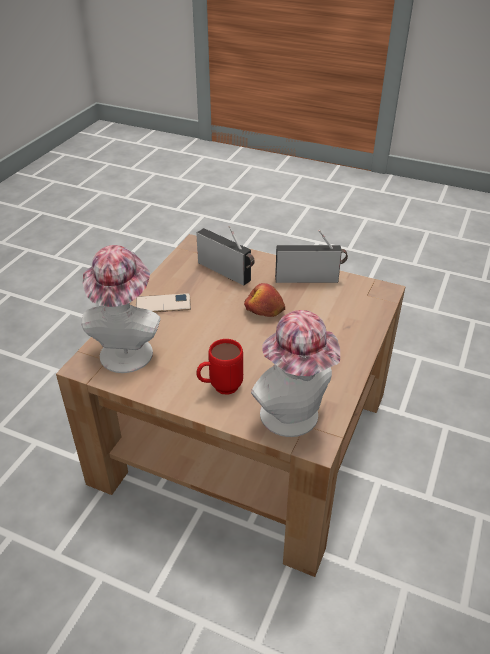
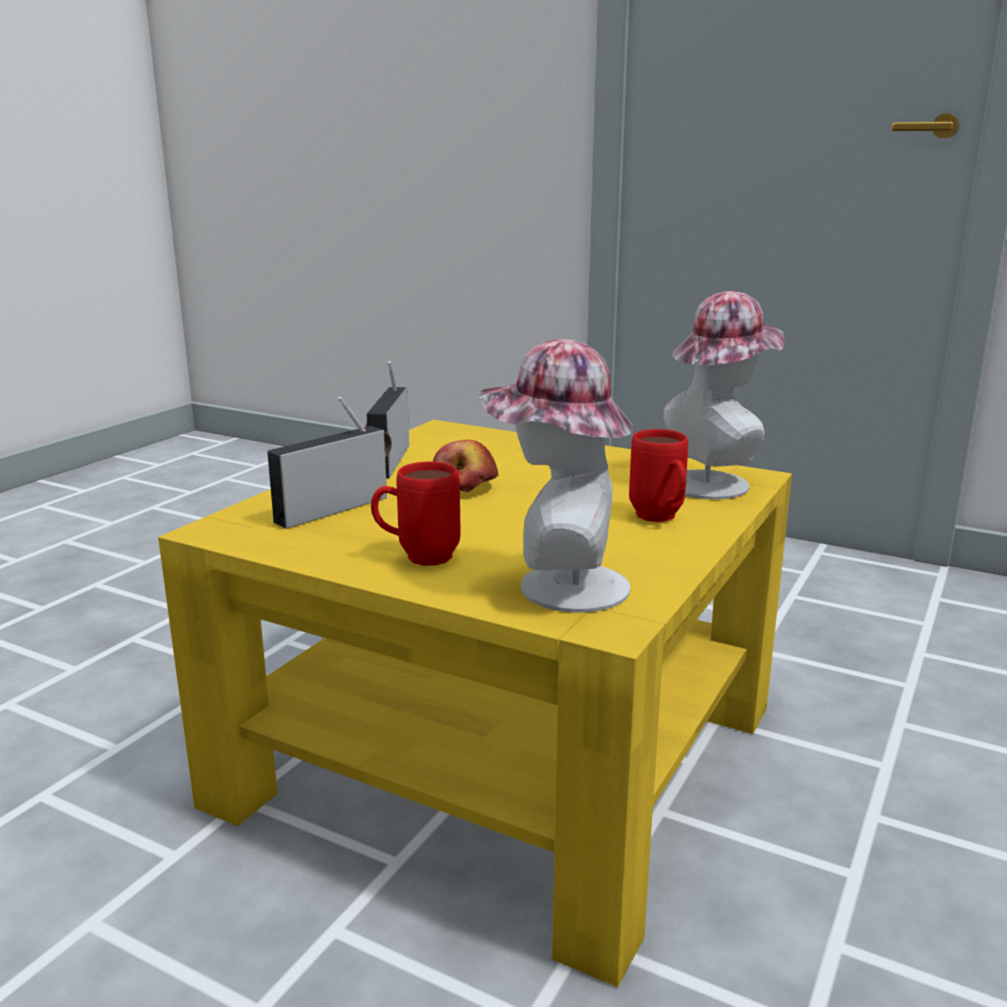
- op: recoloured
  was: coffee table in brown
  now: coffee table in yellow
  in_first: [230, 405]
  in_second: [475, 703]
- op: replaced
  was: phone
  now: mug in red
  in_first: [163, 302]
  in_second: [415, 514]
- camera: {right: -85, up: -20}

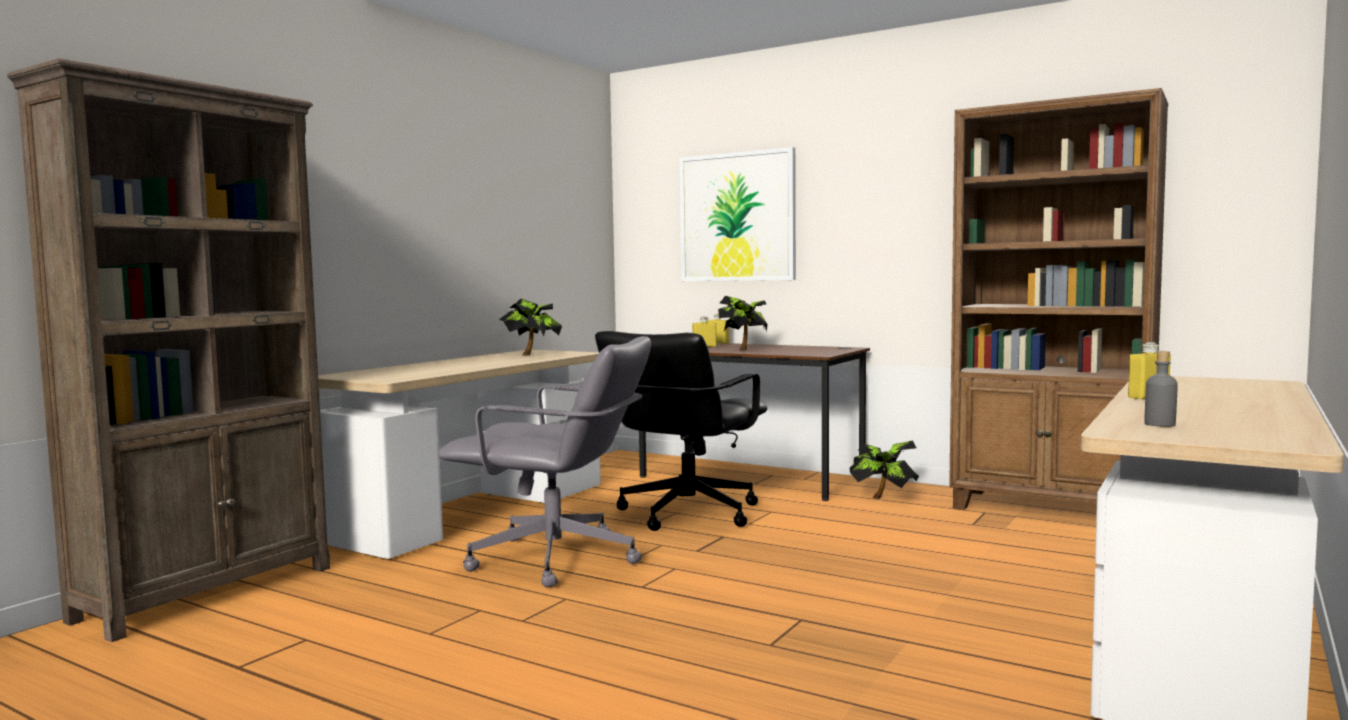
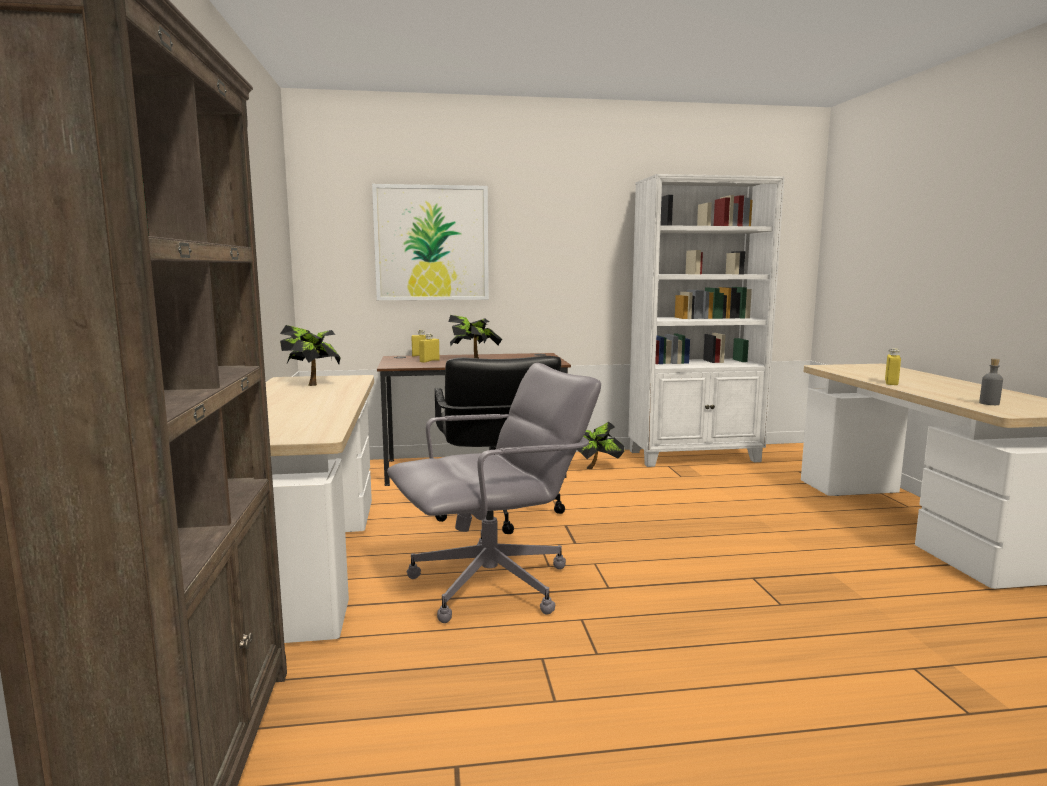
- op: recoloured
  was: bookcase in brown
  now: bookcase in white
  in_first: [1058, 299]
  in_second: [706, 320]
- camera: {right: -40, up: 5}

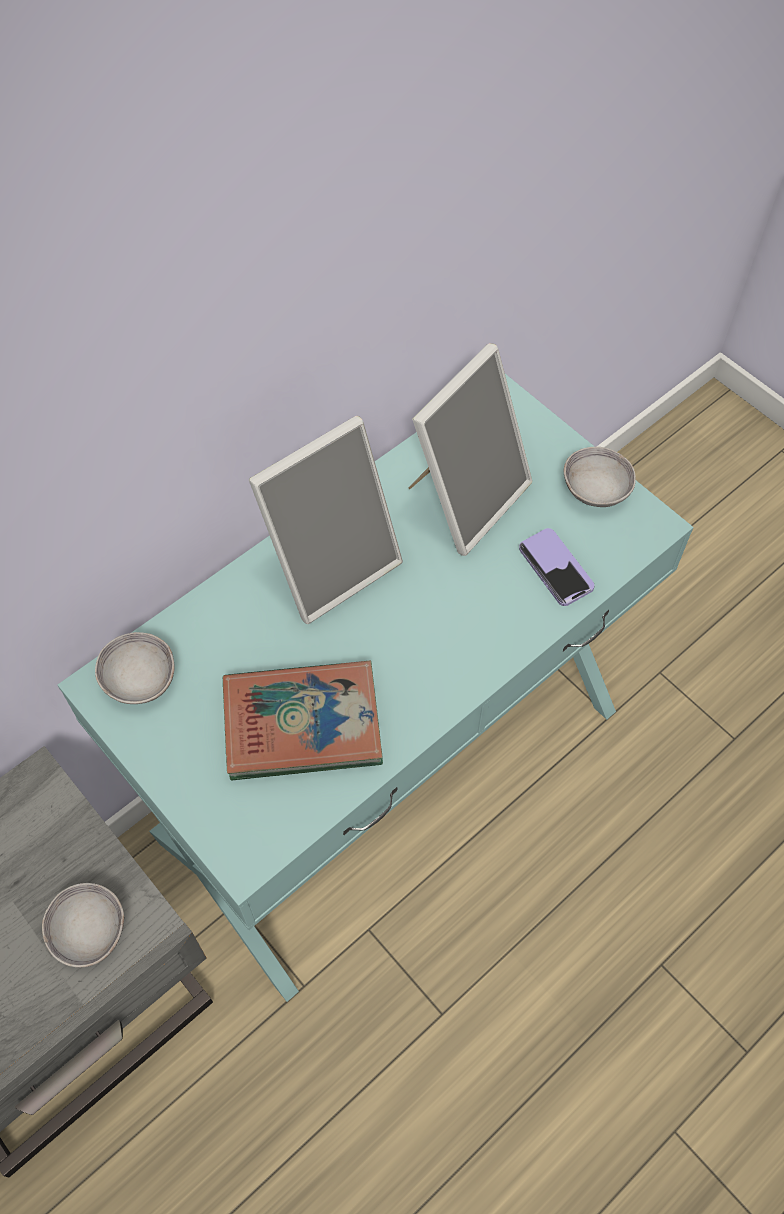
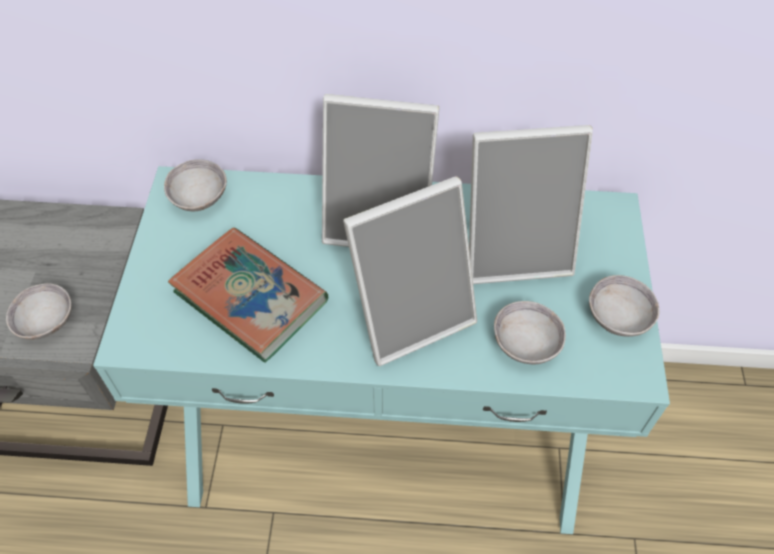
- op: replaced
  was: phone
  now: bowl in grey
  in_first: [556, 567]
  in_second: [530, 332]
- op: added
  now: picture frame
  in_second: [410, 271]
- camera: {right: 45, up: -5}

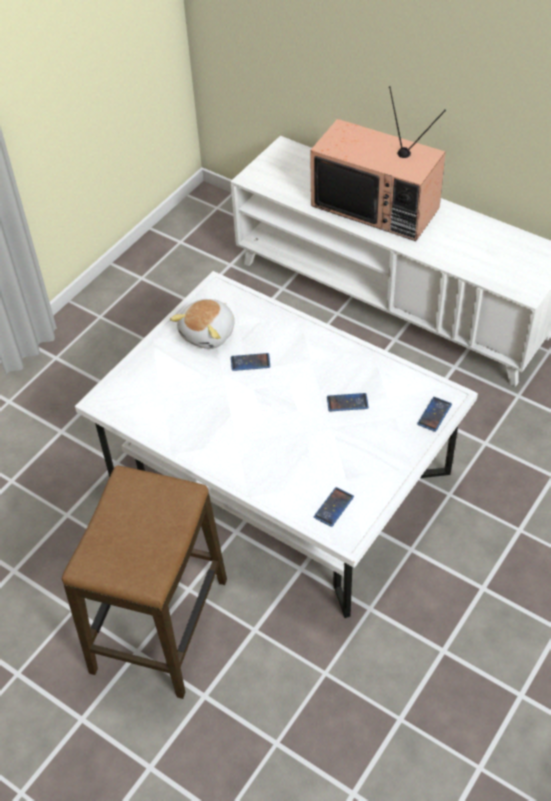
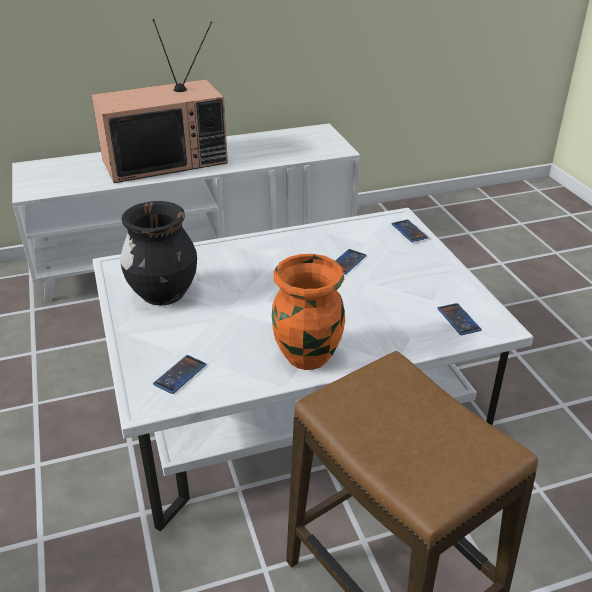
- op: replaced
  was: plush toy
  now: vase in black
  in_first: [202, 324]
  in_second: [158, 253]
- op: moved
  was: phone
  in_first: [250, 362]
  in_second: [179, 374]
- op: added
  now: vase in orange
  in_second: [308, 312]
- camera: {right: -55, up: -15}

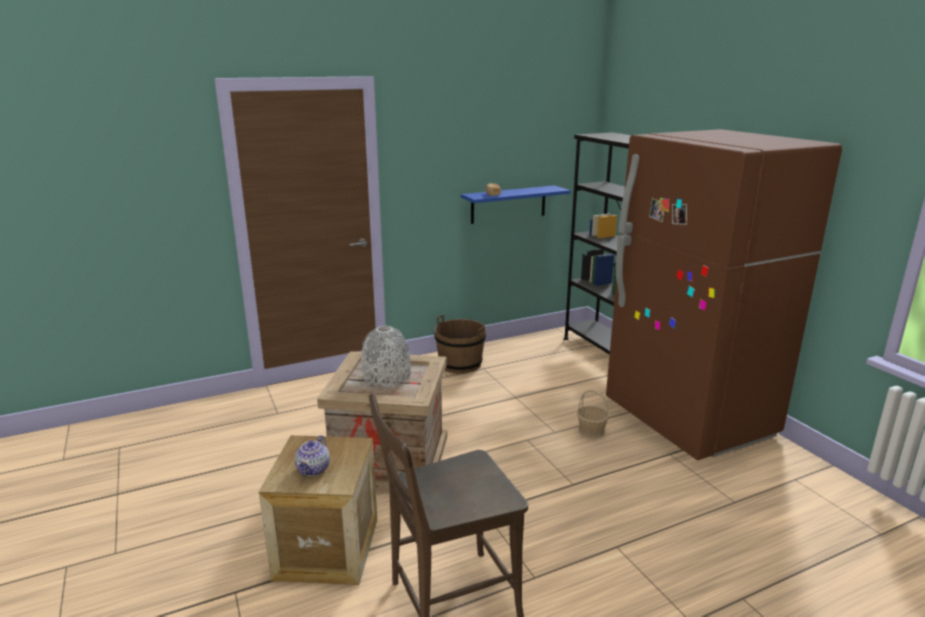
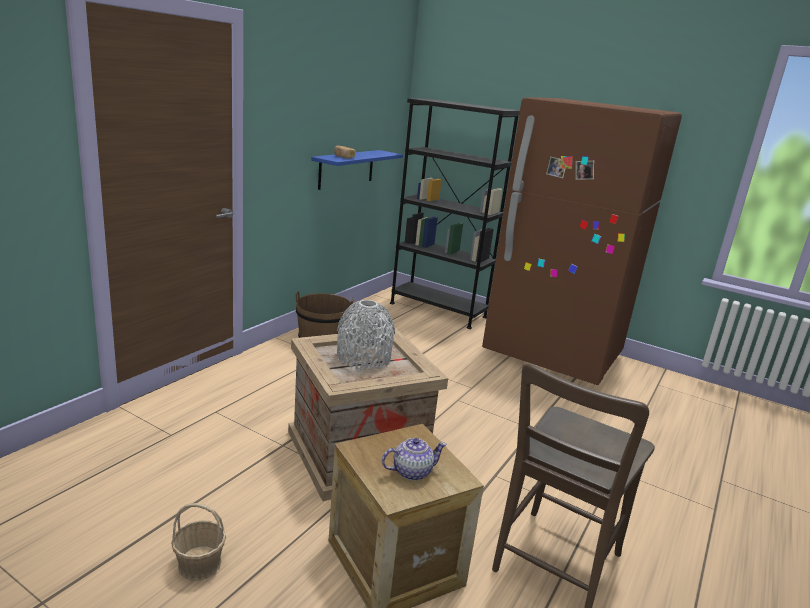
- op: turned
  was: teapot
  in_first: [312, 455]
  in_second: [414, 459]
  clockwise: -90
- op: moved
  was: basket
  in_first: [593, 414]
  in_second: [198, 542]
- camera: {right: -35, up: 0}

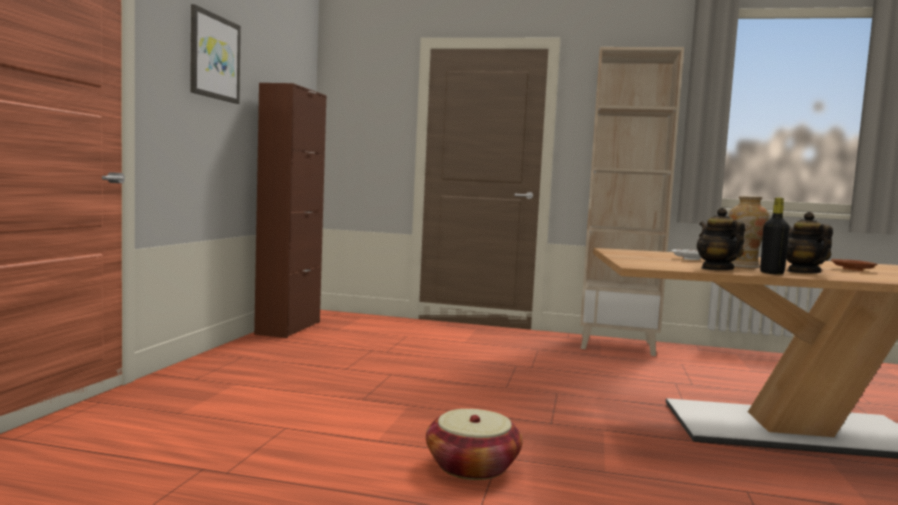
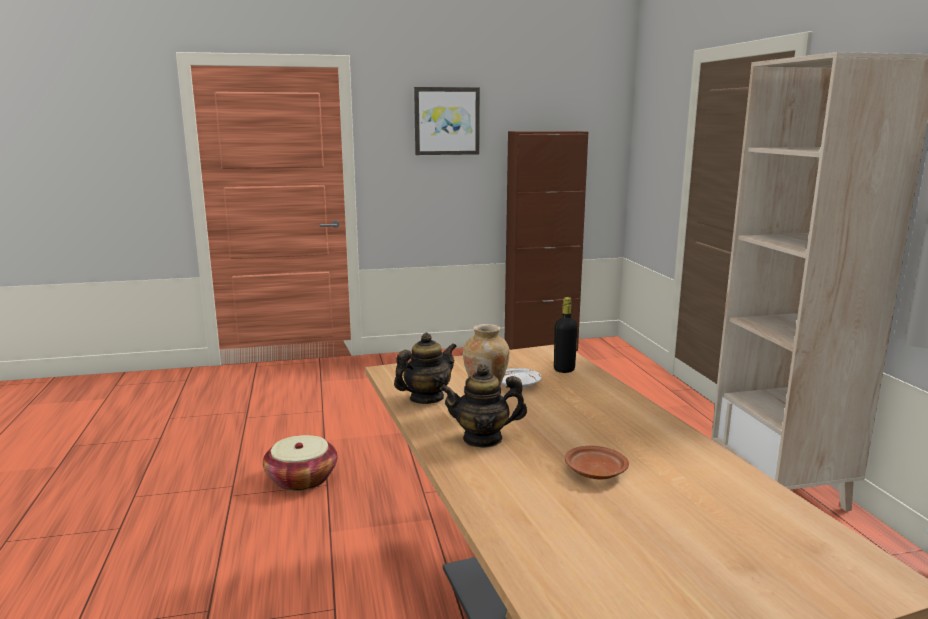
- op: moved
  was: bottle in black
  in_first: [775, 236]
  in_second: [566, 335]
- op: turned
  was: teapot
  in_first: [809, 242]
  in_second: [483, 406]
  clockwise: -150
- camera: {right: 65, up: 10}

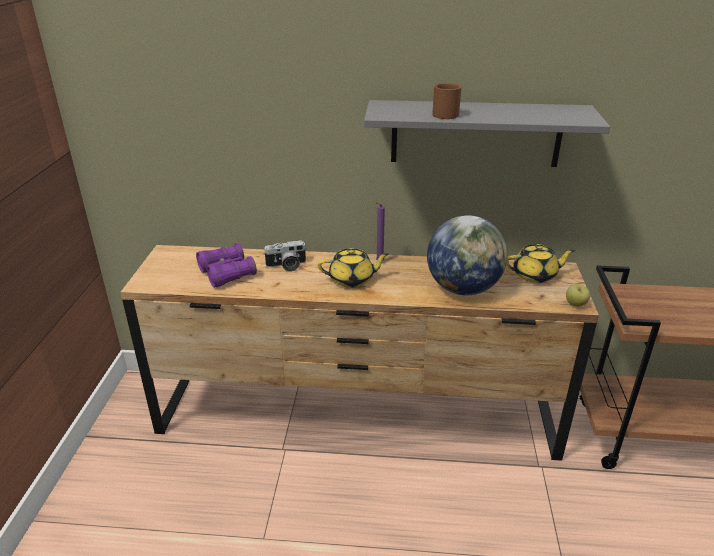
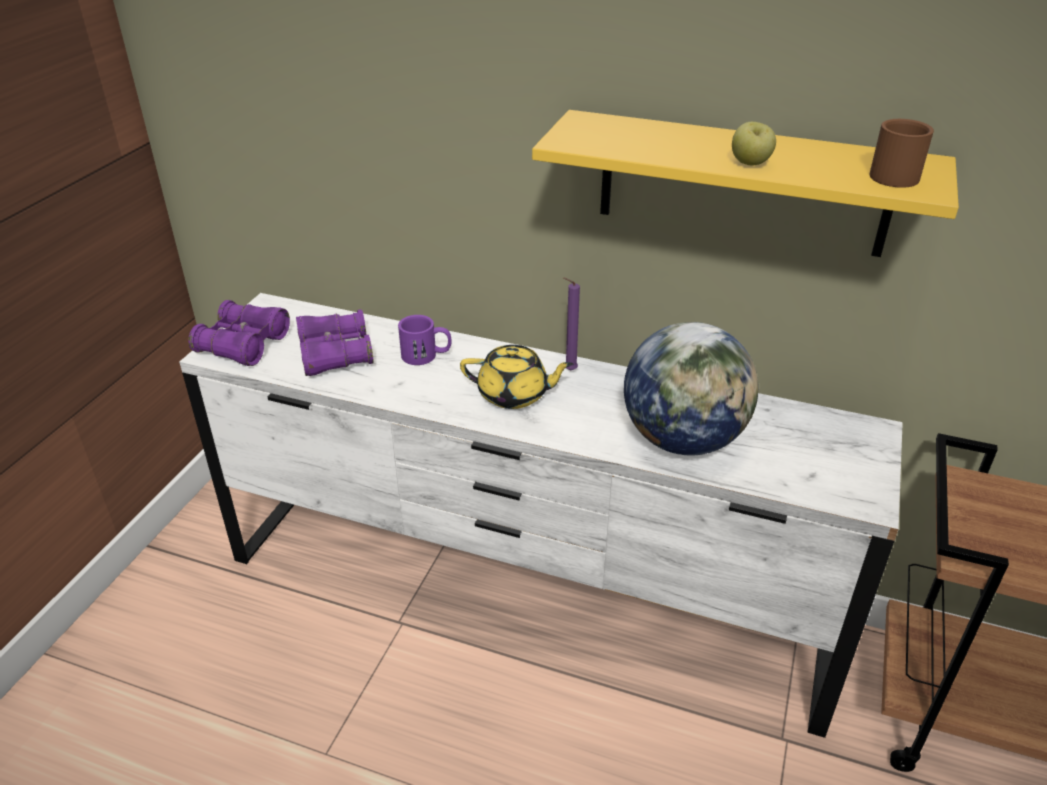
- op: recoloured
  was: dresser in brown
  now: dresser in white
  in_first: [360, 353]
  in_second: [541, 515]
- op: replaced
  was: photo camera
  now: mug in purple
  in_first: [285, 256]
  in_second: [425, 340]
- op: recoloured
  was: shelf in grey
  now: shelf in yellow
  in_first: [487, 133]
  in_second: [745, 183]
- op: moved
  was: mug in brown
  in_first: [447, 101]
  in_second: [901, 153]
- op: removed
  was: teapot in yellow
  in_first: [540, 263]
- op: moved
  was: apple
  in_first: [578, 295]
  in_second: [754, 143]
- op: added
  now: binoculars in purple
  in_second: [239, 333]
- camera: {right: 15, up: 5}

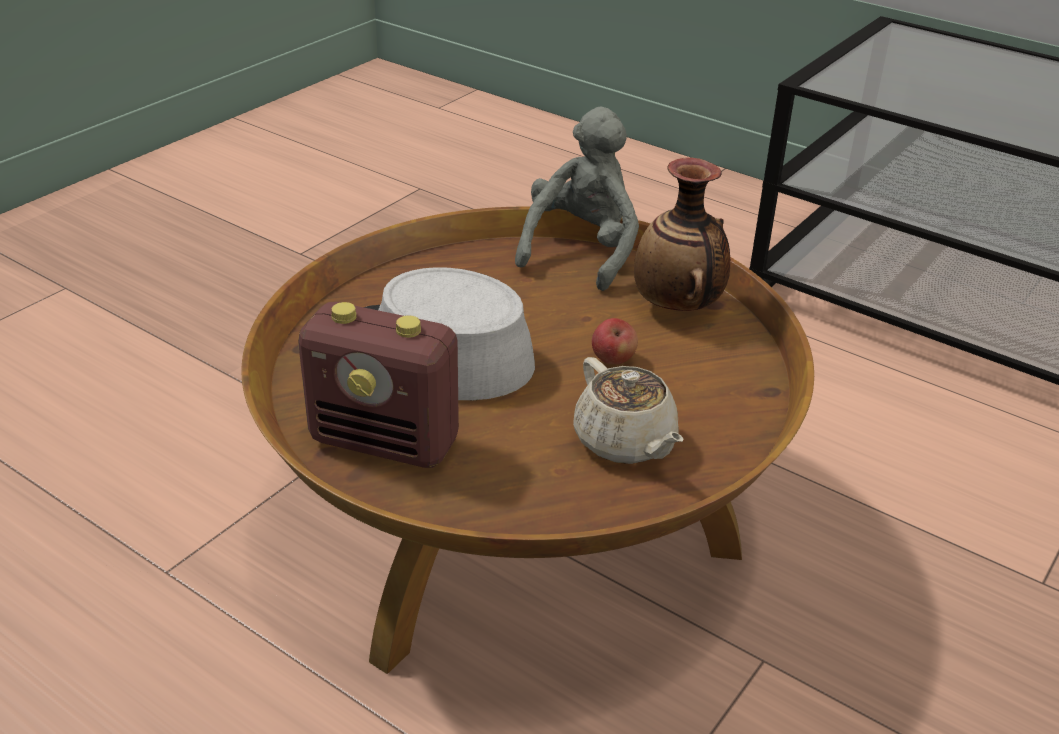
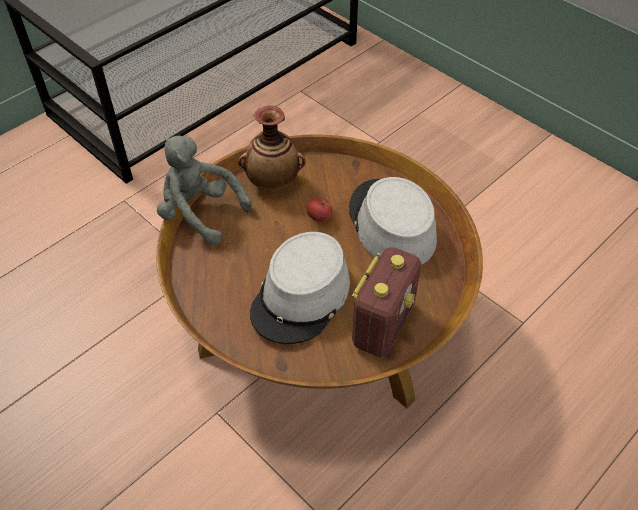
- op: replaced
  was: teapot in beige
  now: hat in grey
  in_first: [628, 410]
  in_second: [393, 221]
- camera: {right: -80, up: 15}

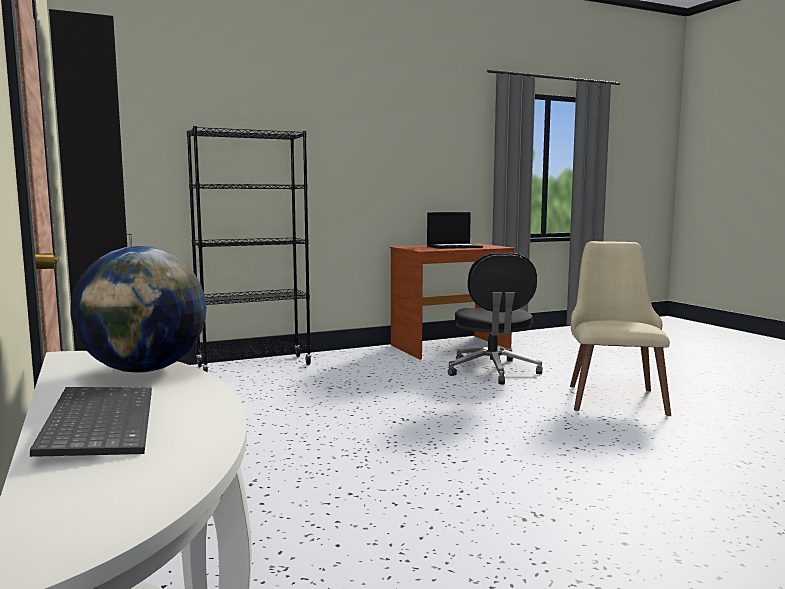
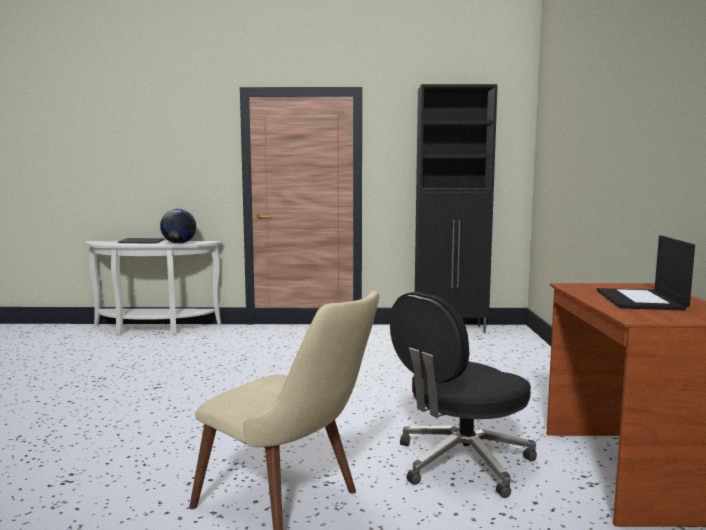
- op: removed
  was: bookcase in black
  in_first: [249, 249]
- op: turned
  was: office chair in black
  in_first: [495, 318]
  in_second: [463, 395]
  clockwise: -60
- camera: {right: 115, up: 0}

